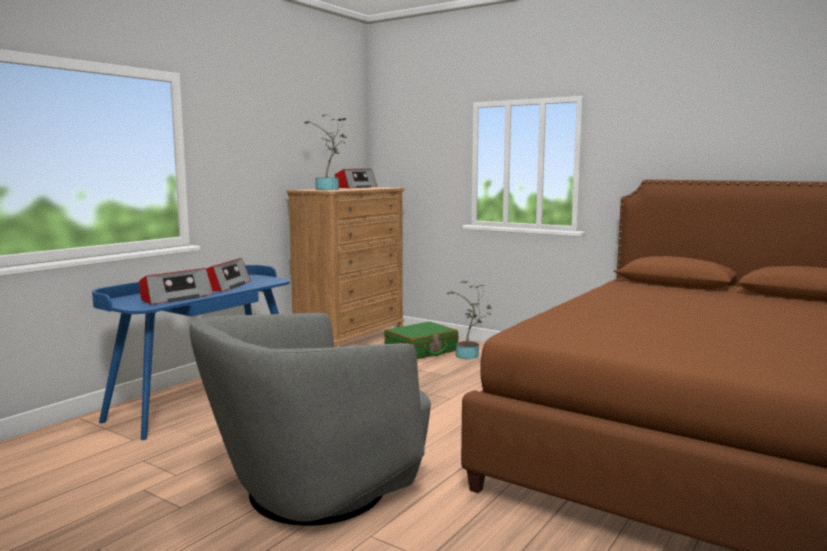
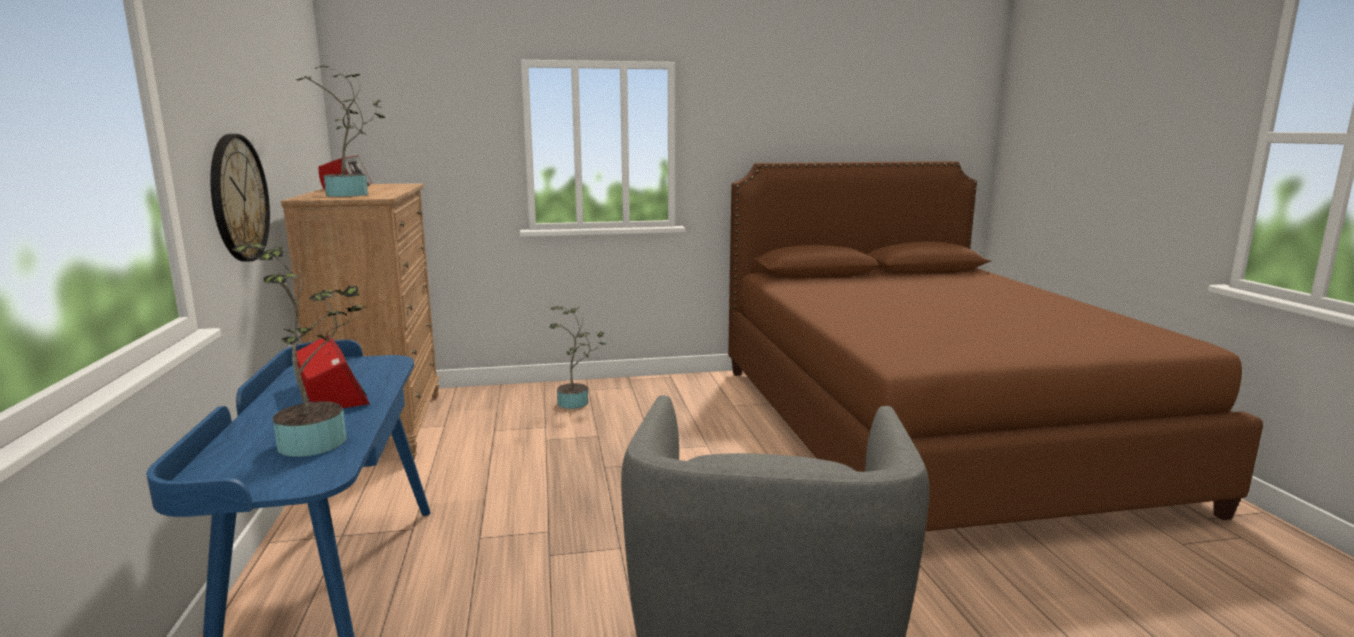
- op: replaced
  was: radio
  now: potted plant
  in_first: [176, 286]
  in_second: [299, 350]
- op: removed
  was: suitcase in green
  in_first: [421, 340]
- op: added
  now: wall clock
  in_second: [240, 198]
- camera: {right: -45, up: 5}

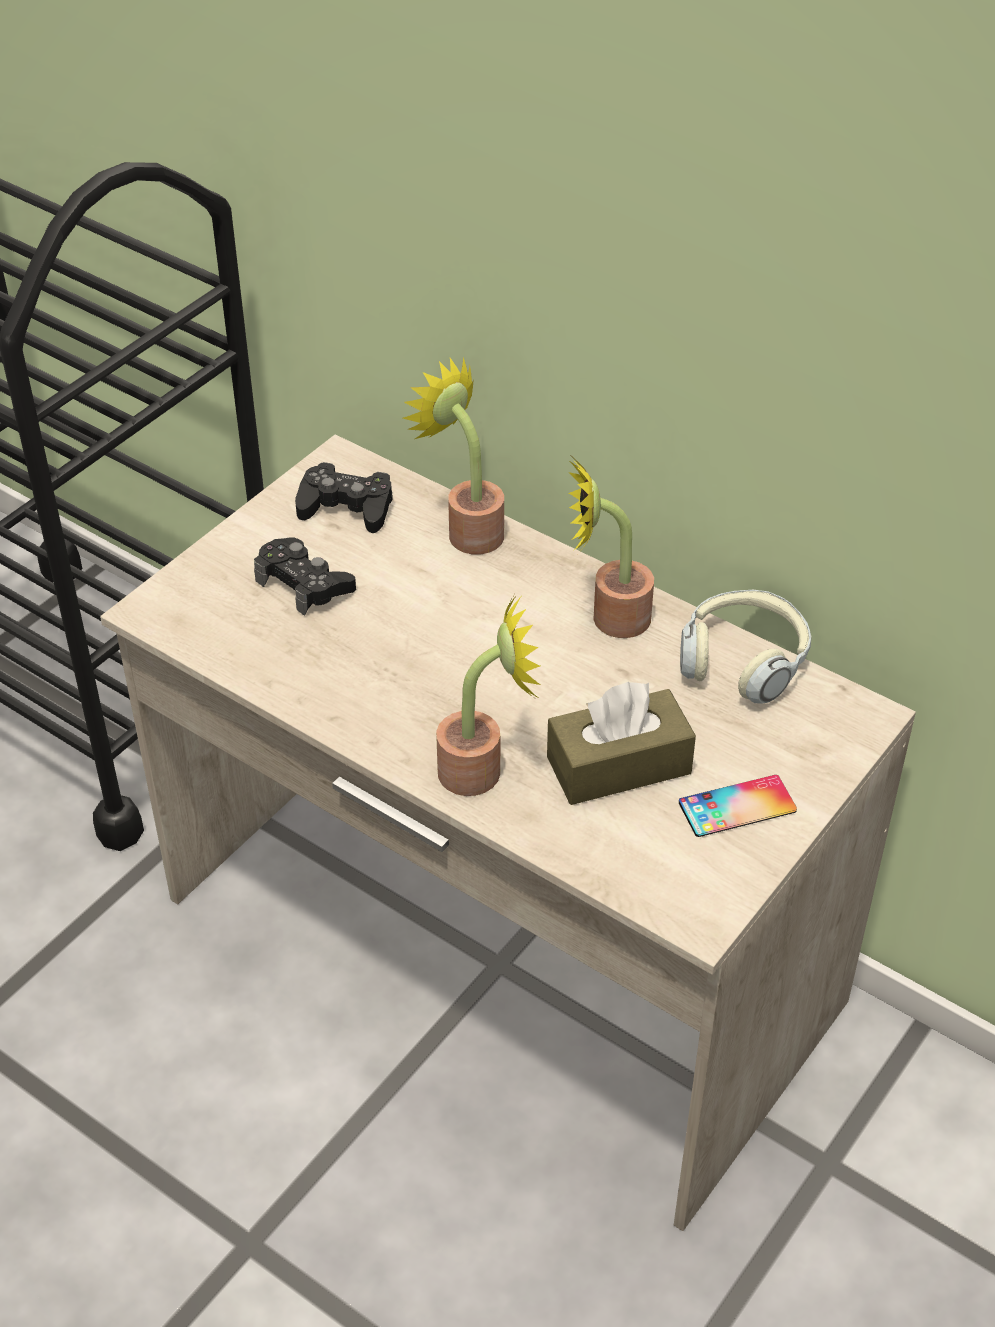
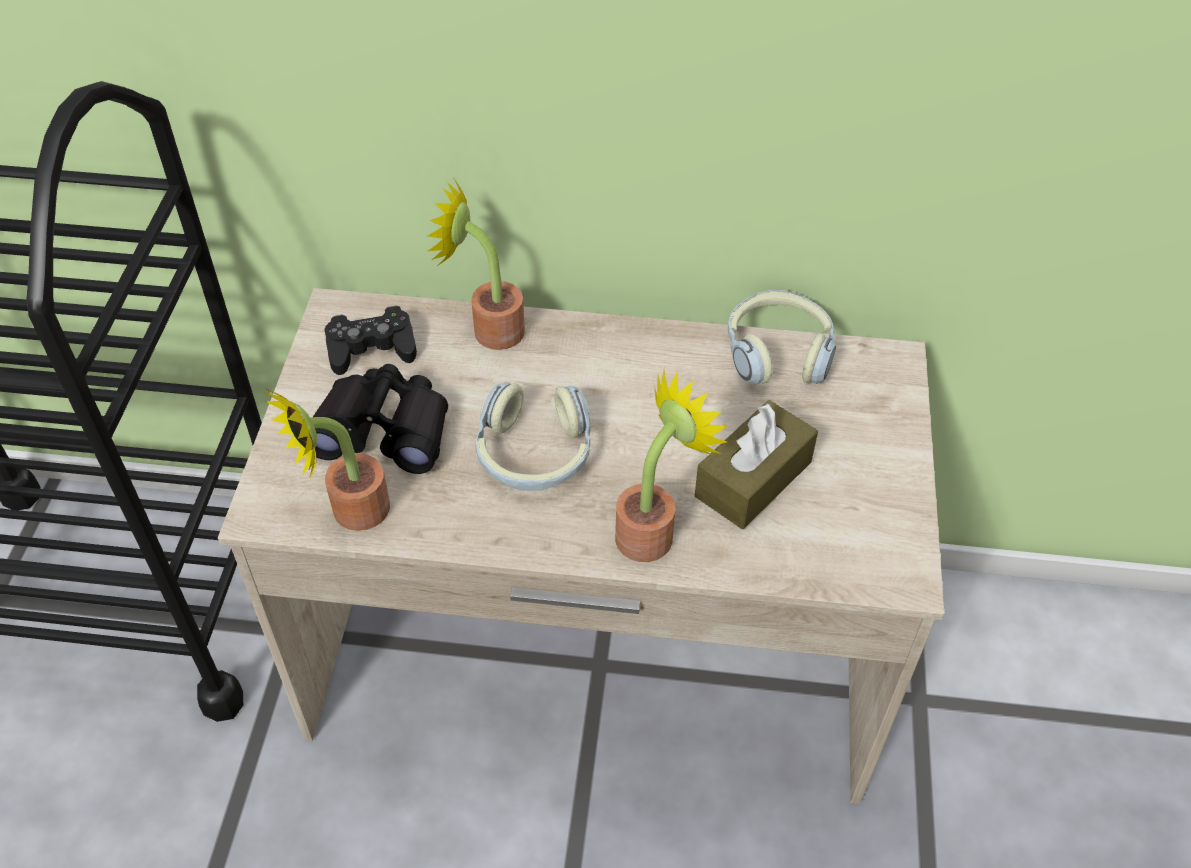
- op: replaced
  was: game controller in black
  now: binoculars in black
  in_first: [305, 577]
  in_second: [380, 419]
- op: moved
  was: potted plant
  in_first: [611, 548]
  in_second: [326, 459]
- op: removed
  was: phone
  in_first: [738, 806]
- op: added
  now: headphones
  in_second: [533, 436]
- camera: {right: -30, up: 5}

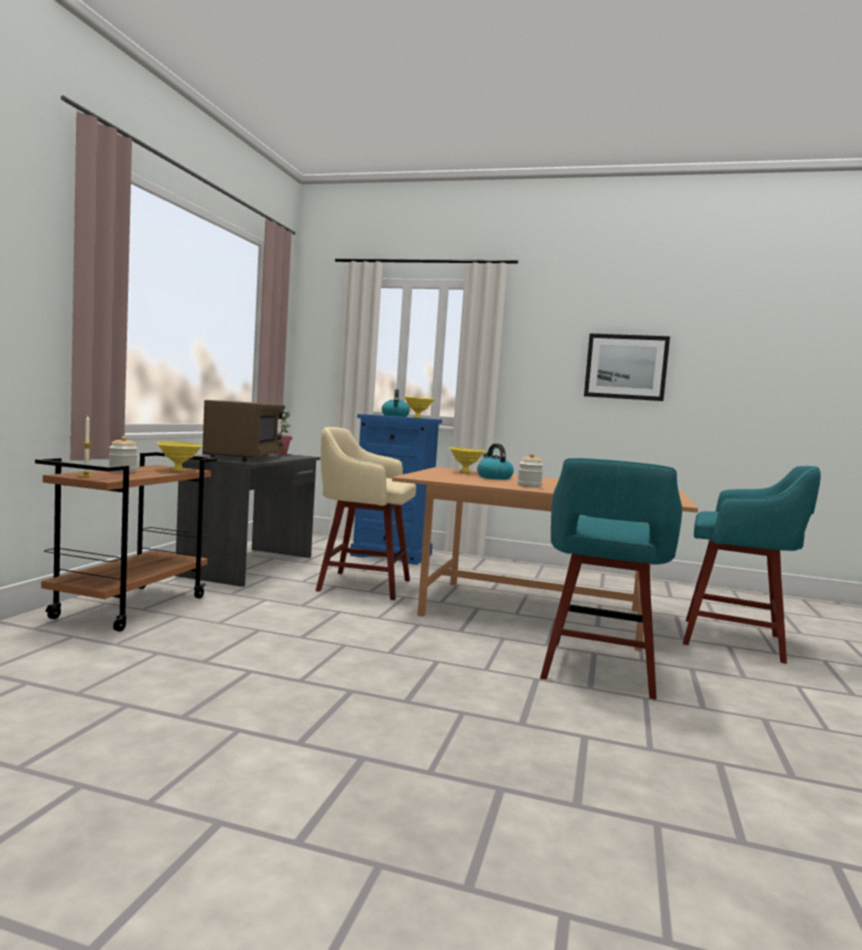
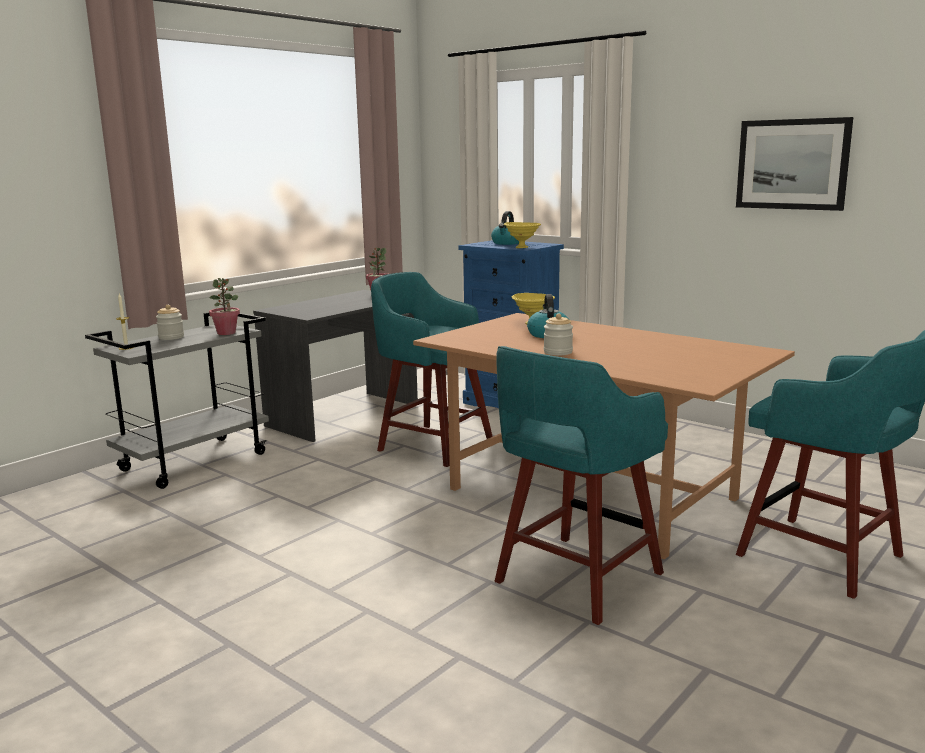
- op: recoloured
  was: cart in brown
  now: cart in grey
  in_first: [126, 542]
  in_second: [177, 400]
- op: replaced
  was: bowl in yellow
  now: potted plant
  in_first: [180, 456]
  in_second: [224, 306]
- op: removed
  was: microwave in brown
  in_first: [243, 431]
- op: recoloured
  was: stool in beige
  now: stool in turquoise
  in_first: [366, 513]
  in_second: [432, 369]
- camera: {right: 25, up: 10}

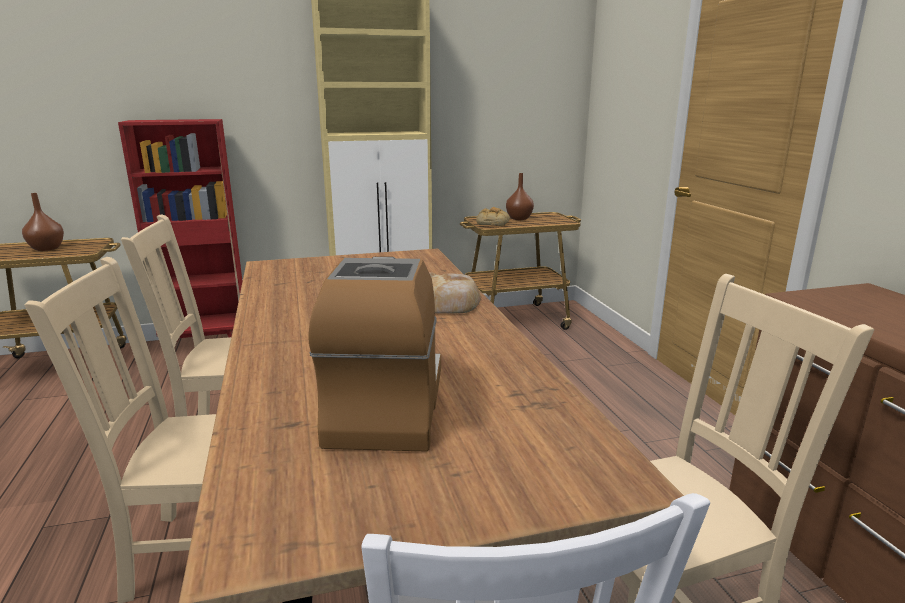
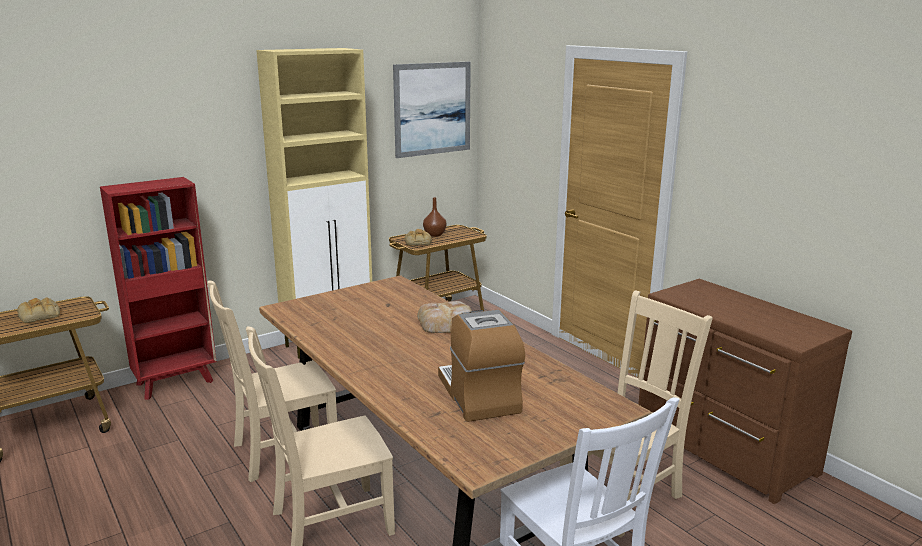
- op: replaced
  was: vase in brown
  now: bread
  in_first: [43, 222]
  in_second: [38, 310]
- op: added
  now: picture
  in_second: [432, 110]
- camera: {right: -20, up: 0}

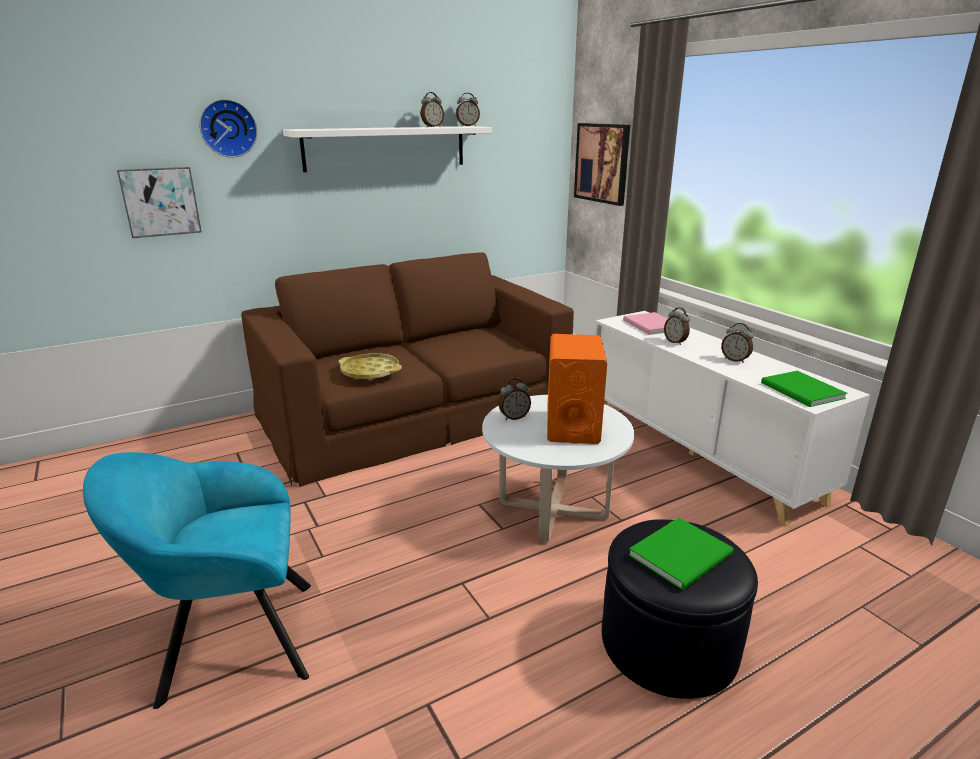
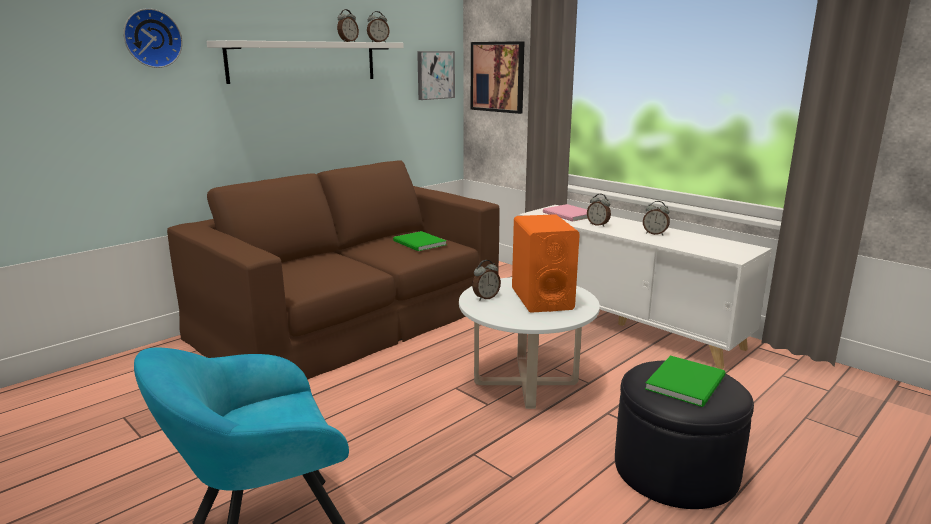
- op: moved
  was: picture
  in_first: [159, 202]
  in_second: [436, 75]
- op: removed
  was: tray in yellow
  in_first: [370, 367]
- op: moved
  was: book in green
  in_first: [804, 389]
  in_second: [419, 241]
- camera: {right: -15, up: -5}

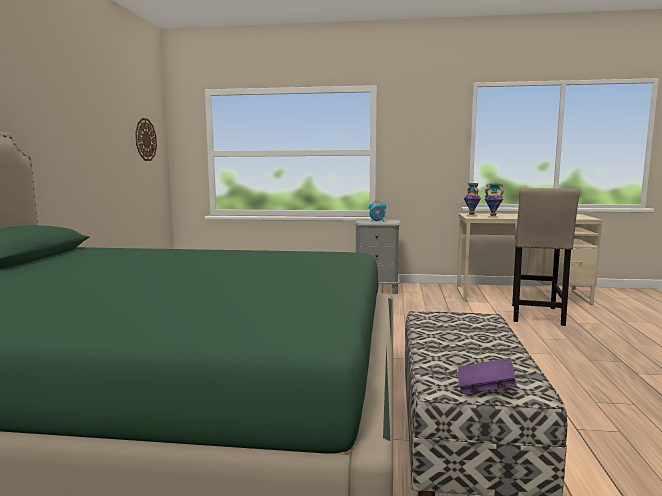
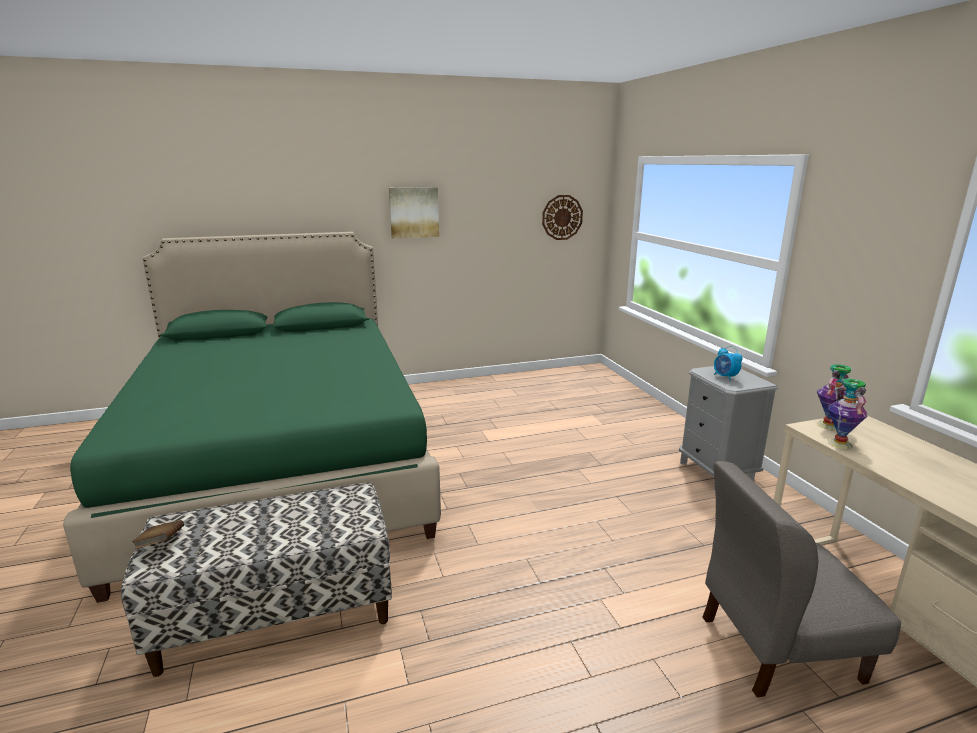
- op: recoloured
  was: book in purple
  now: book in brown
  in_first: [487, 376]
  in_second: [158, 534]
- op: replaced
  was: stool in beige
  now: chair in grey
  in_first: [546, 257]
  in_second: [802, 579]
- op: added
  now: picture
  in_second: [414, 212]
- camera: {right: 65, up: 10}

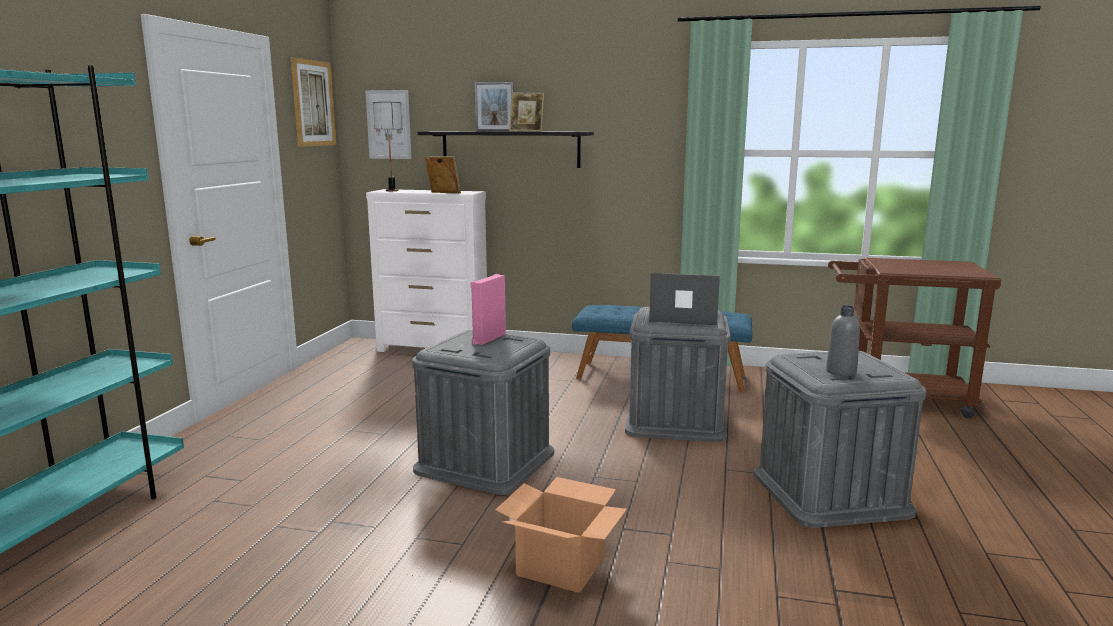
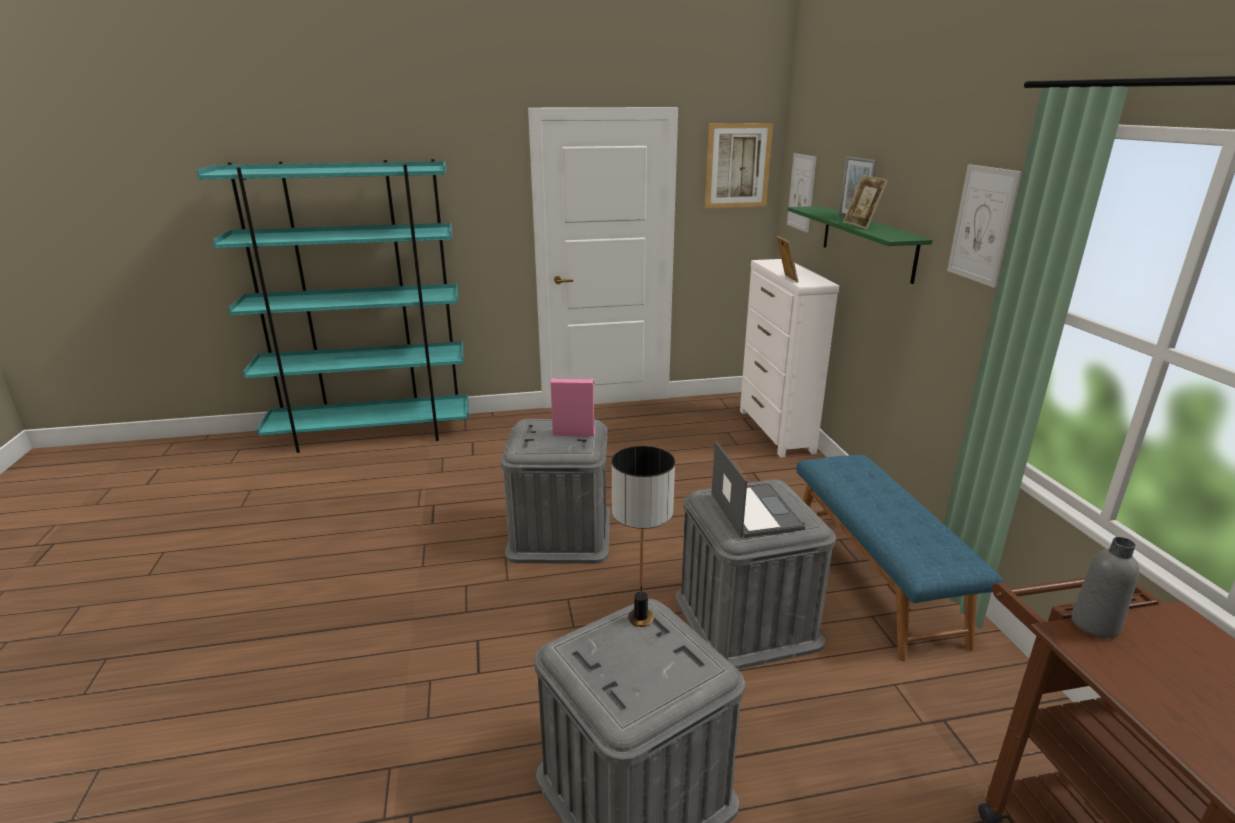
- op: moved
  was: table lamp
  in_first: [388, 146]
  in_second: [643, 536]
- op: recoloured
  was: shelf in black
  now: shelf in green
  in_first: [506, 149]
  in_second: [860, 245]
- op: removed
  was: cardboard box
  in_first: [561, 535]
- op: moved
  was: bottle in grey
  in_first: [843, 340]
  in_second: [1105, 587]
- op: added
  now: picture
  in_second: [984, 226]
- camera: {right: 65, up: 10}

